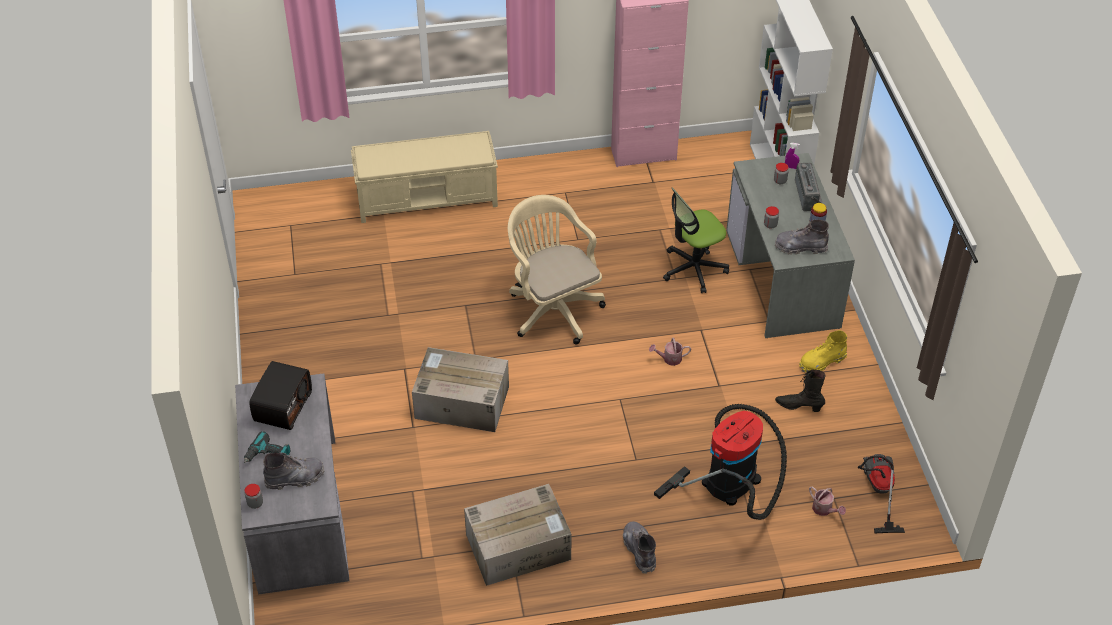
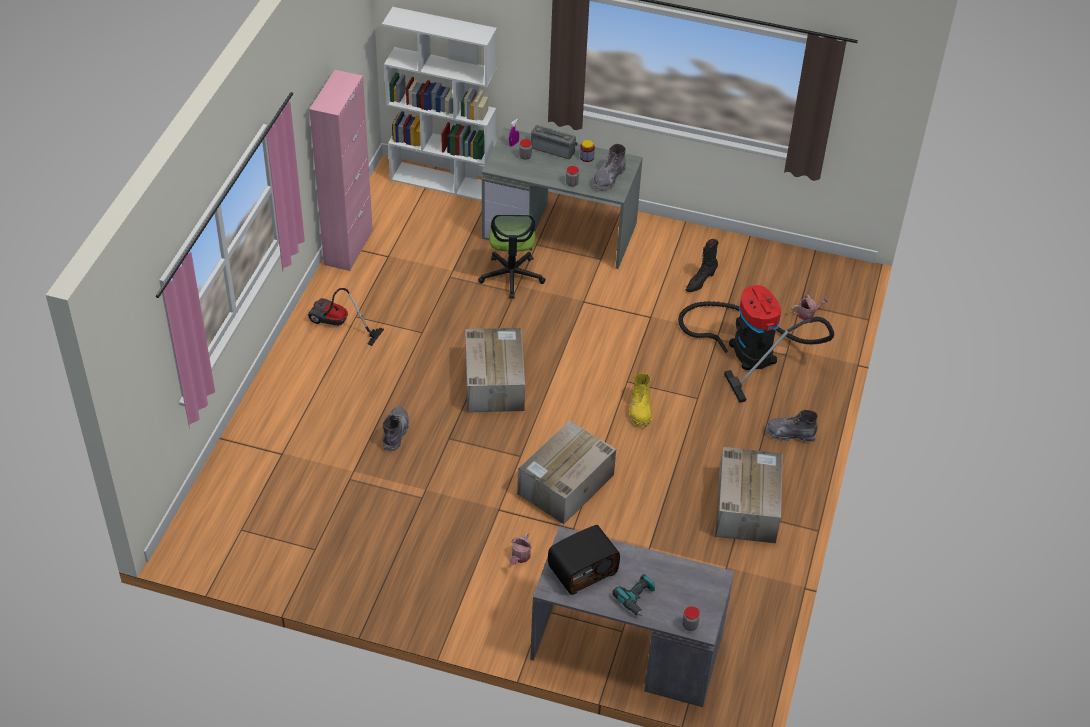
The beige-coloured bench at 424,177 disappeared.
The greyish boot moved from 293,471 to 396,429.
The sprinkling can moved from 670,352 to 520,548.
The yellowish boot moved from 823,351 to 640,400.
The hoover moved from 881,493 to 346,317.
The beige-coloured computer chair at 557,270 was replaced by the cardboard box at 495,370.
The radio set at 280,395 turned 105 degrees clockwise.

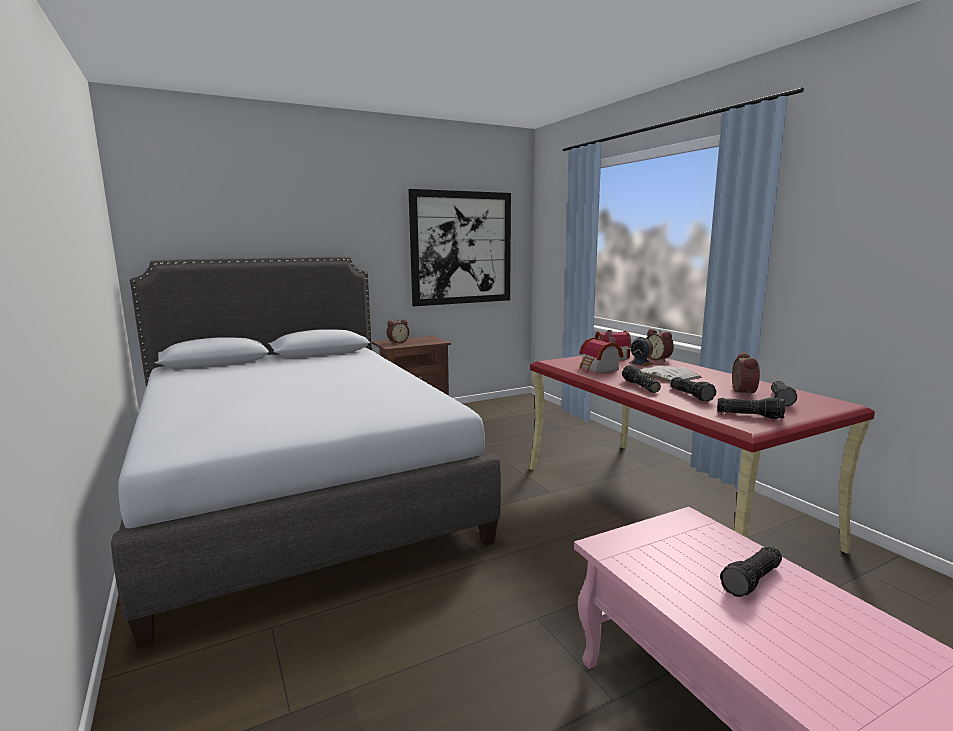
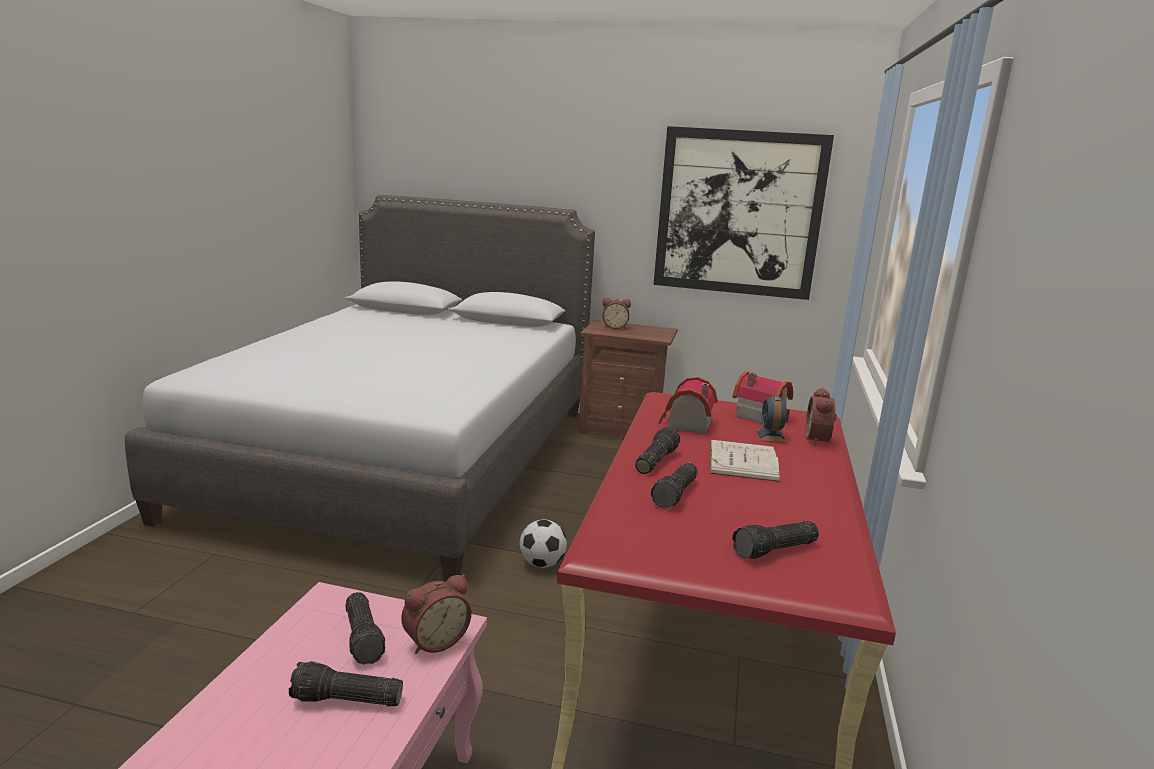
The football ball at 543,543 appeared.
The flashlight moved from 751,408 to 365,628.
The alarm clock moved from 746,374 to 436,614.

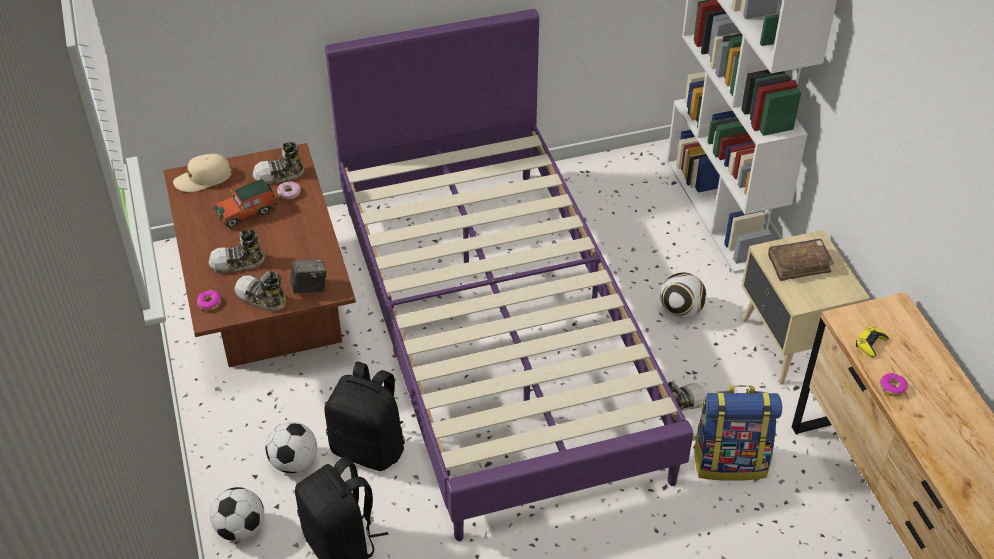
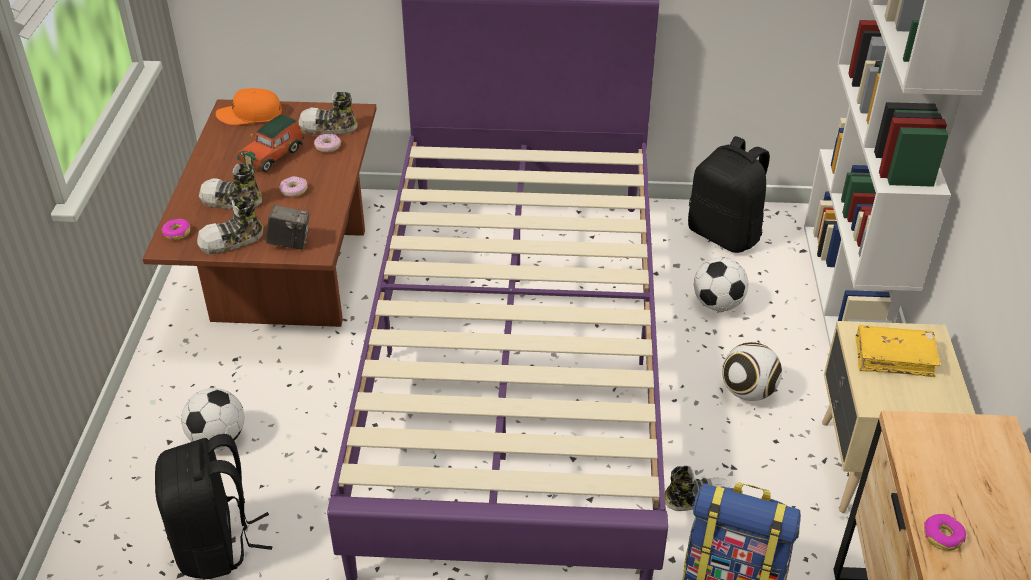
The yellowish gamepad at 872,342 disappeared.
The ring doughnut at 293,186 appeared.
The football ball moved from 237,514 to 721,284.
The blackish backpack moved from 364,416 to 729,194.
The beige-coloured cap at 202,173 became the orange-coloured cap at 249,106.
The brown-coloured volume at 801,260 became the yellowish volume at 898,351.
The model car at 245,203 turned 45 degrees counterclockwise.
The low shoe at 260,291 turned 75 degrees counterclockwise.

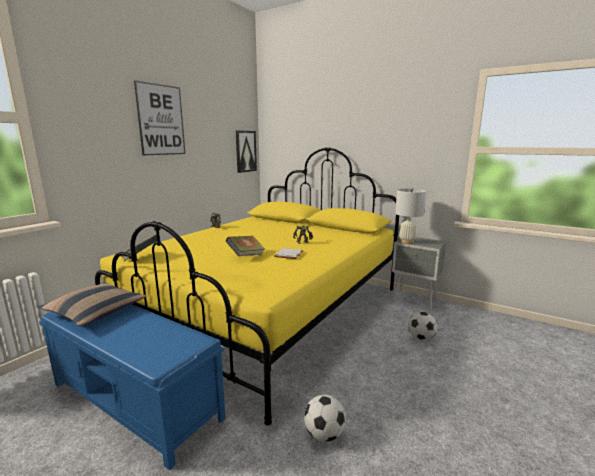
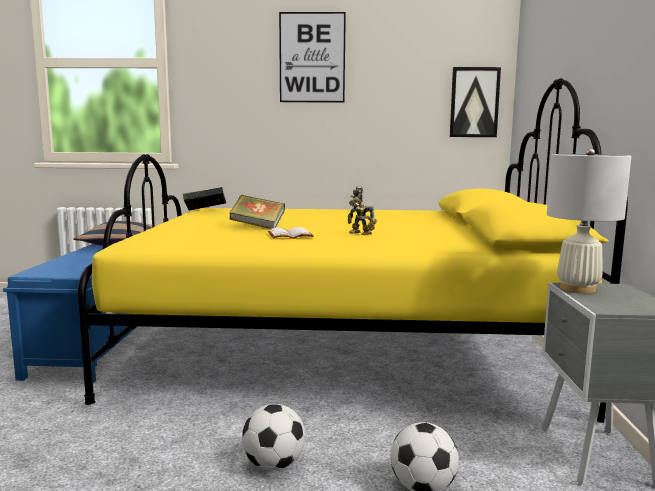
The football ball moved from 325,418 to 273,437.

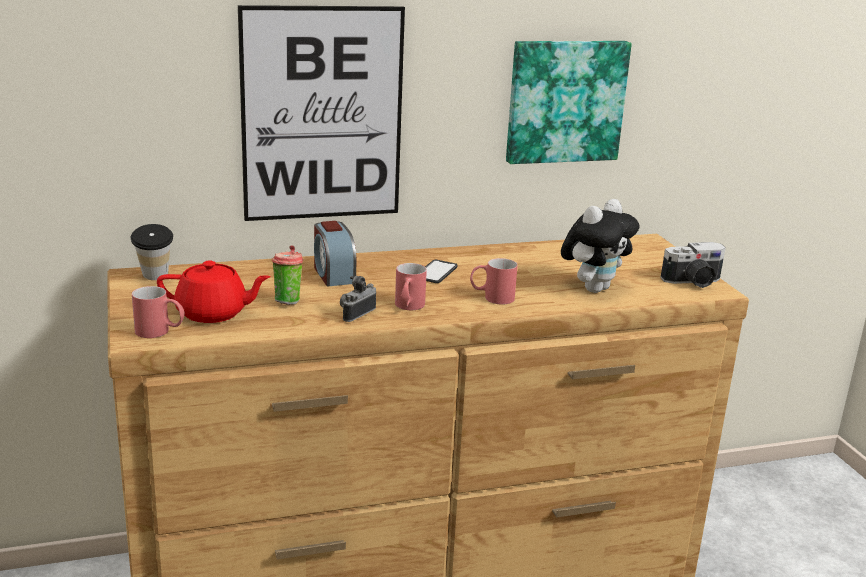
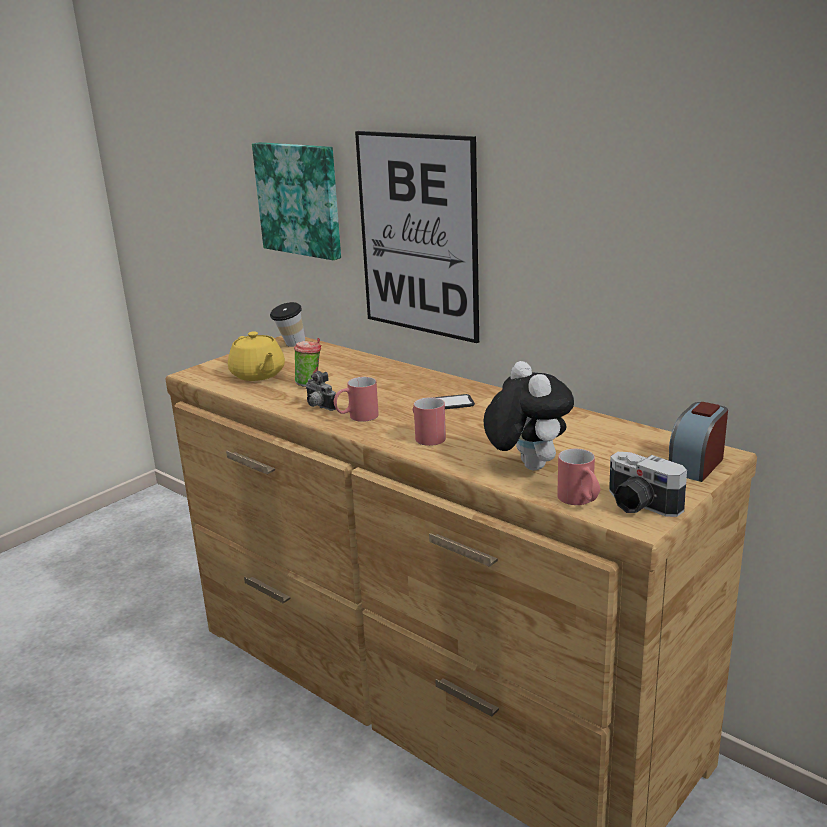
The reddish tea mug moved from 158,312 to 579,477.
The alarm clock moved from 335,254 to 698,442.
The wall art moved from 569,102 to 296,201.
The reddish pot for tea at 214,291 became the yellowish pot for tea at 256,356.
The still camera at 358,299 turned 135 degrees counterclockwise.
The cuddly toy at 600,246 turned 120 degrees counterclockwise.

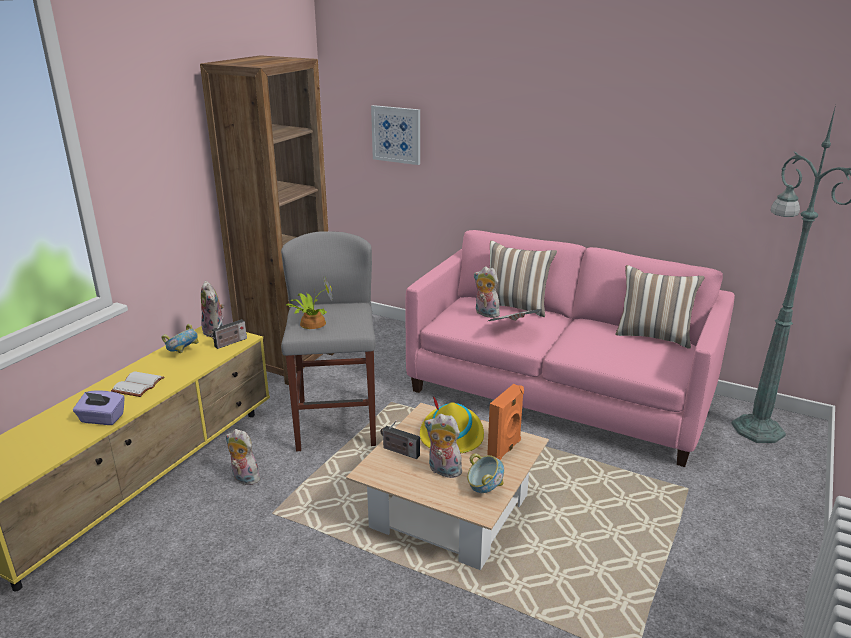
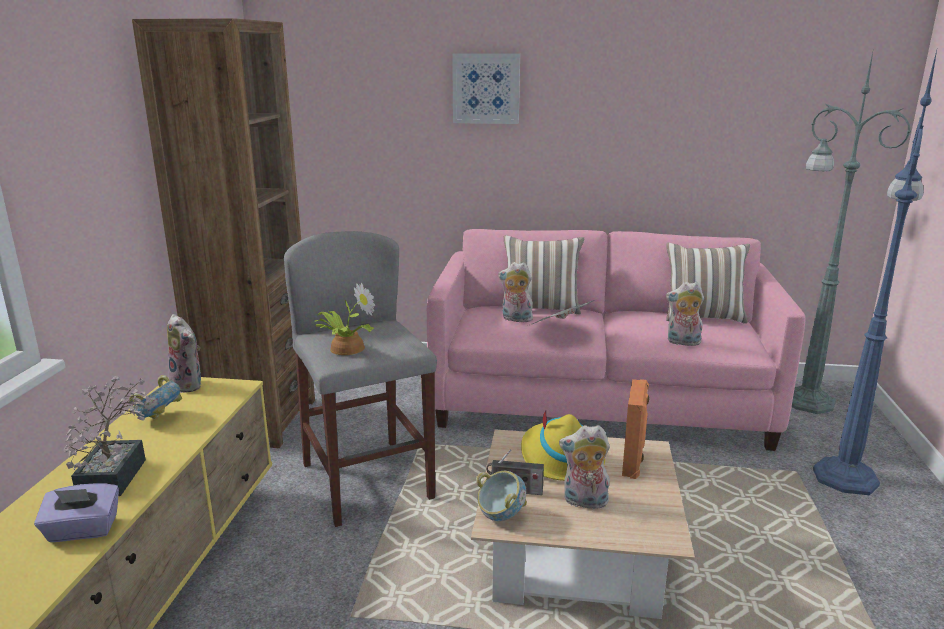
The radio set at 228,333 disappeared.
The blue-coloured floor lamp at 875,272 appeared.
The cuddly toy moved from 243,457 to 685,314.
The wall art moved from 395,135 to 486,88.
The bowl moved from 485,473 to 501,496.
The white-coloured volume at 138,384 was replaced by the potted plant at 107,436.

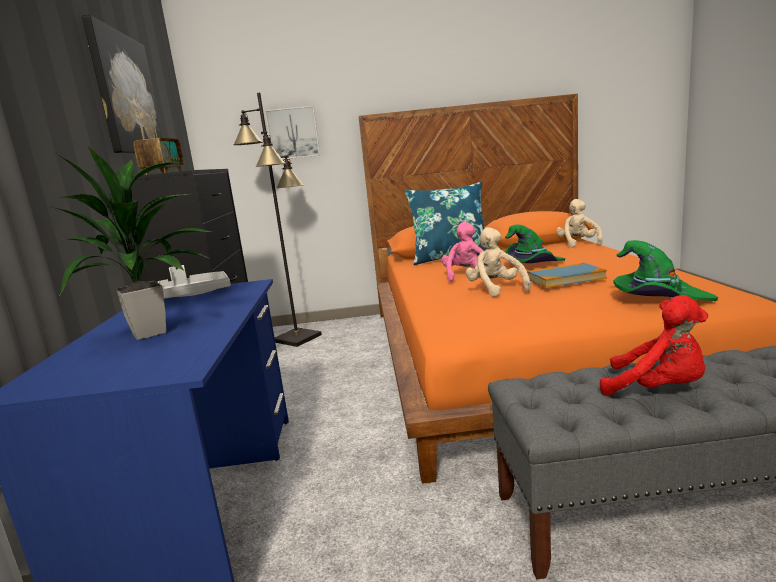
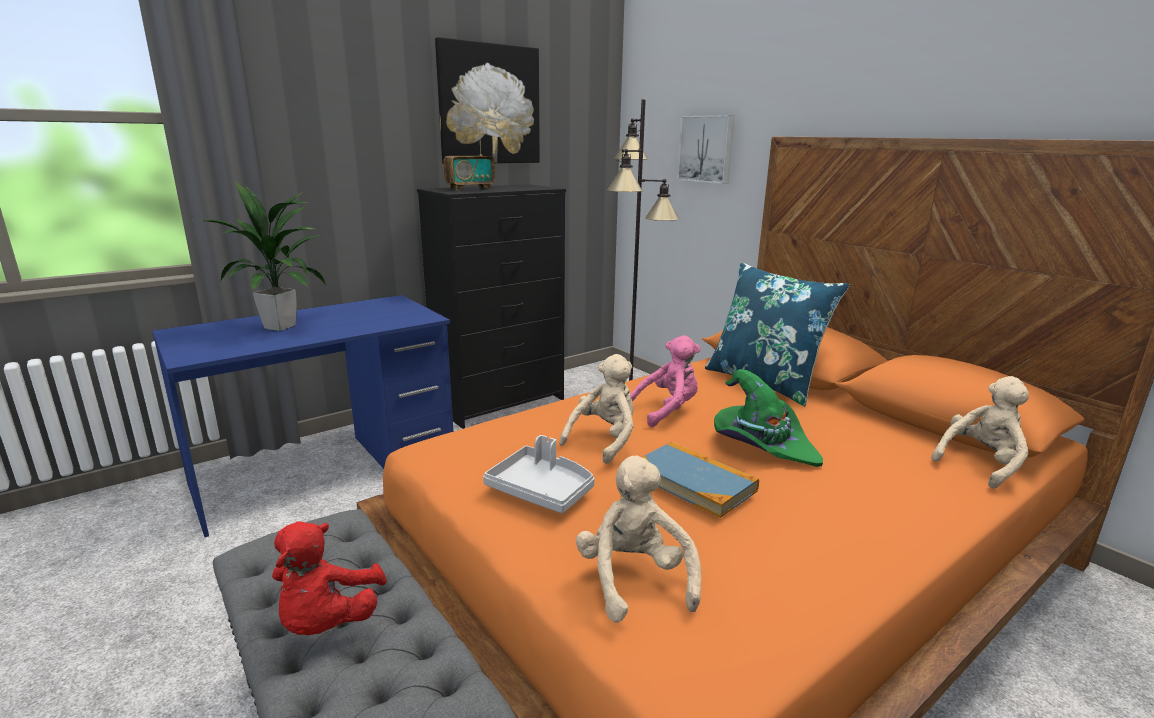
The greyish tray moved from 194,282 to 539,474.
The greenish wearable hat at 665,270 was replaced by the beige-coloured cuddly toy at 638,539.

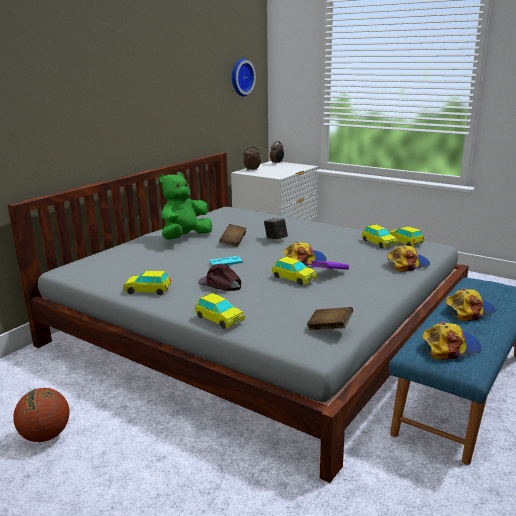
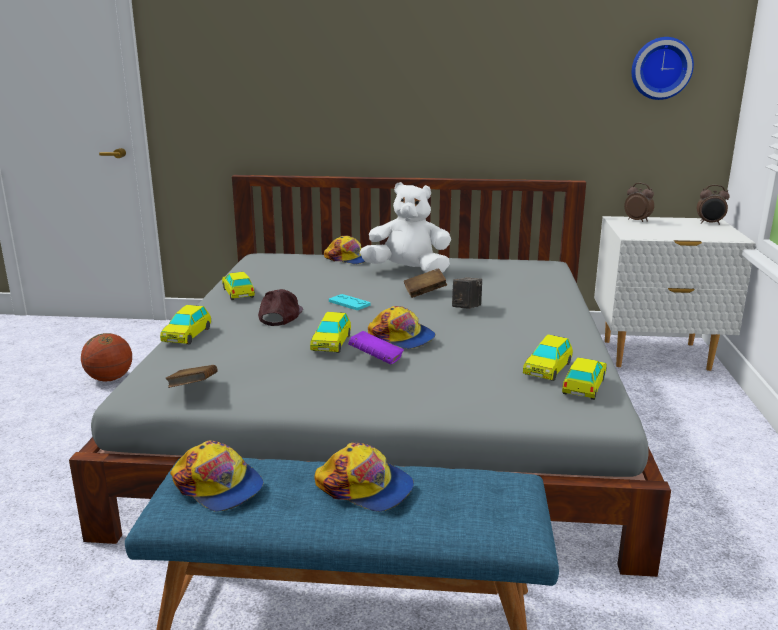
The cap moved from 408,258 to 344,250.
The greenish cuddly toy at 185,206 became the white-coloured cuddly toy at 405,227.

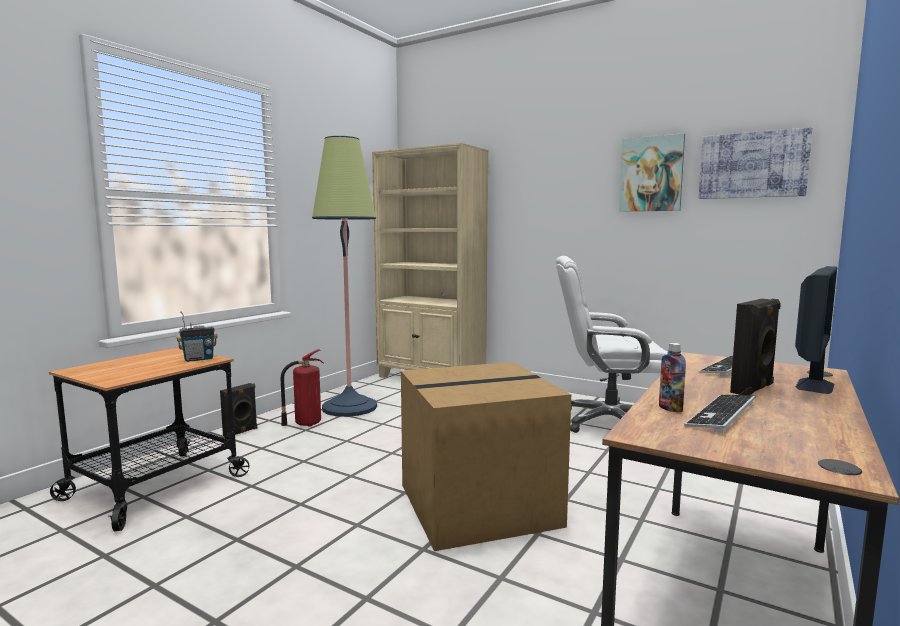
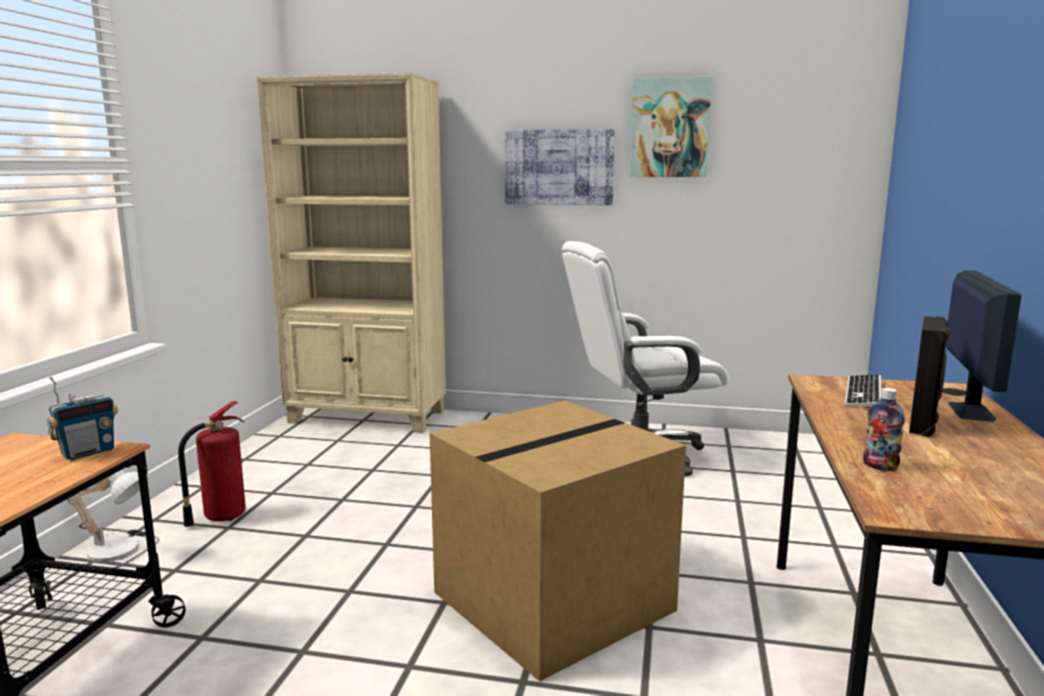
The floor lamp at 344,276 disappeared.
The computer keyboard at 720,414 disappeared.
The wall art moved from 755,163 to 560,167.
The blackish audio speaker at 238,409 was replaced by the tabletop lamp at 113,518.

